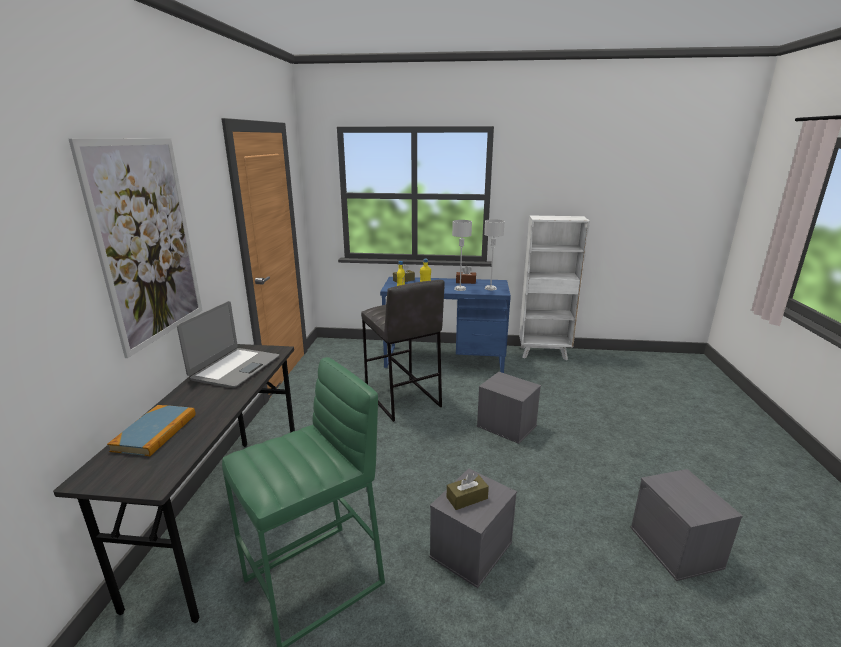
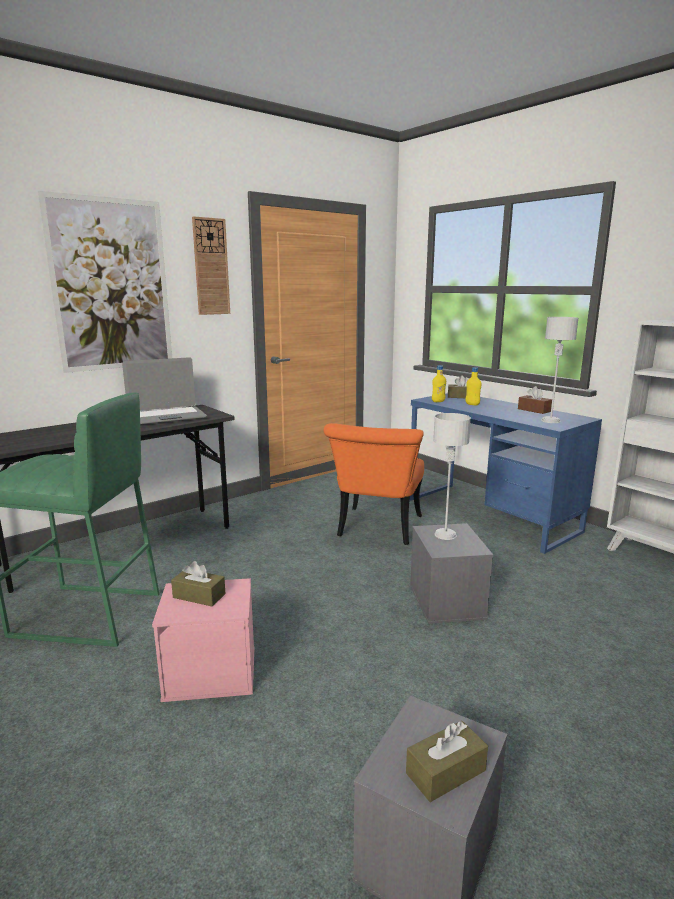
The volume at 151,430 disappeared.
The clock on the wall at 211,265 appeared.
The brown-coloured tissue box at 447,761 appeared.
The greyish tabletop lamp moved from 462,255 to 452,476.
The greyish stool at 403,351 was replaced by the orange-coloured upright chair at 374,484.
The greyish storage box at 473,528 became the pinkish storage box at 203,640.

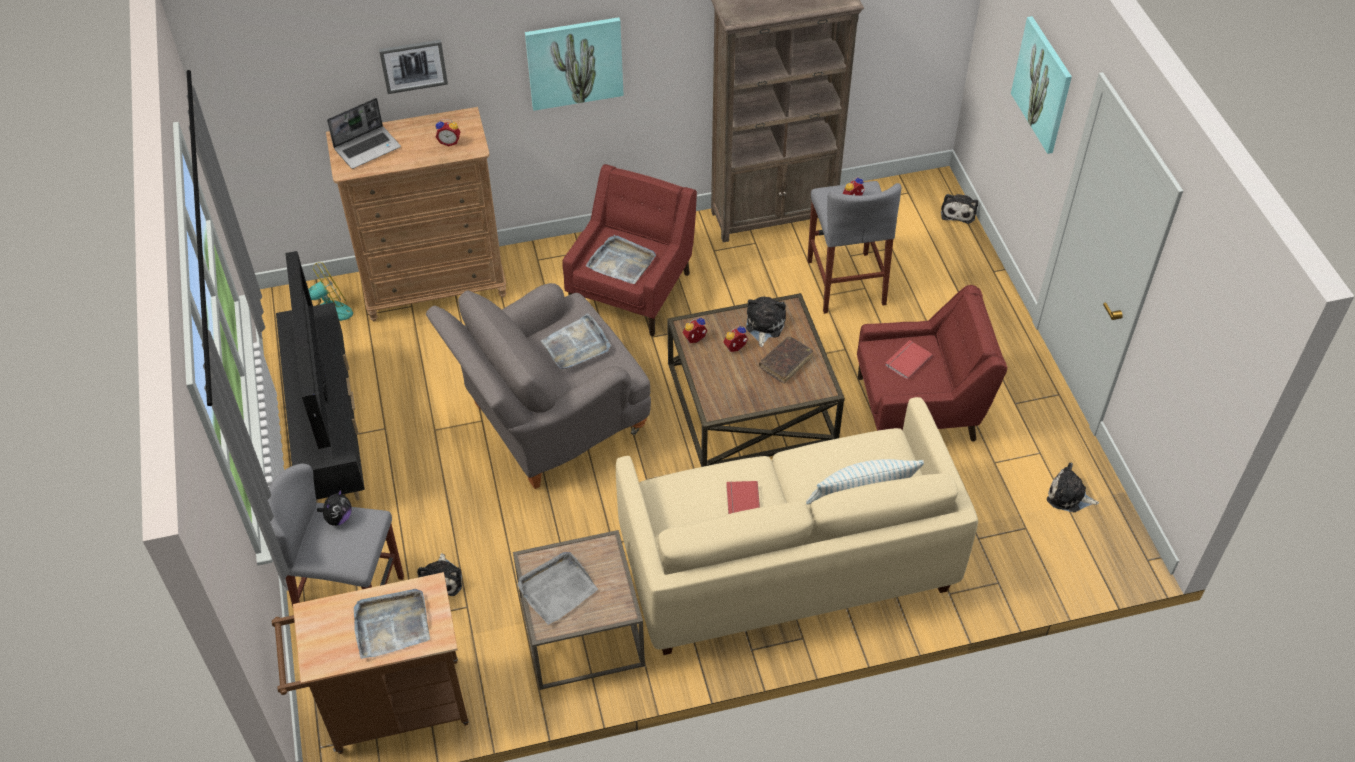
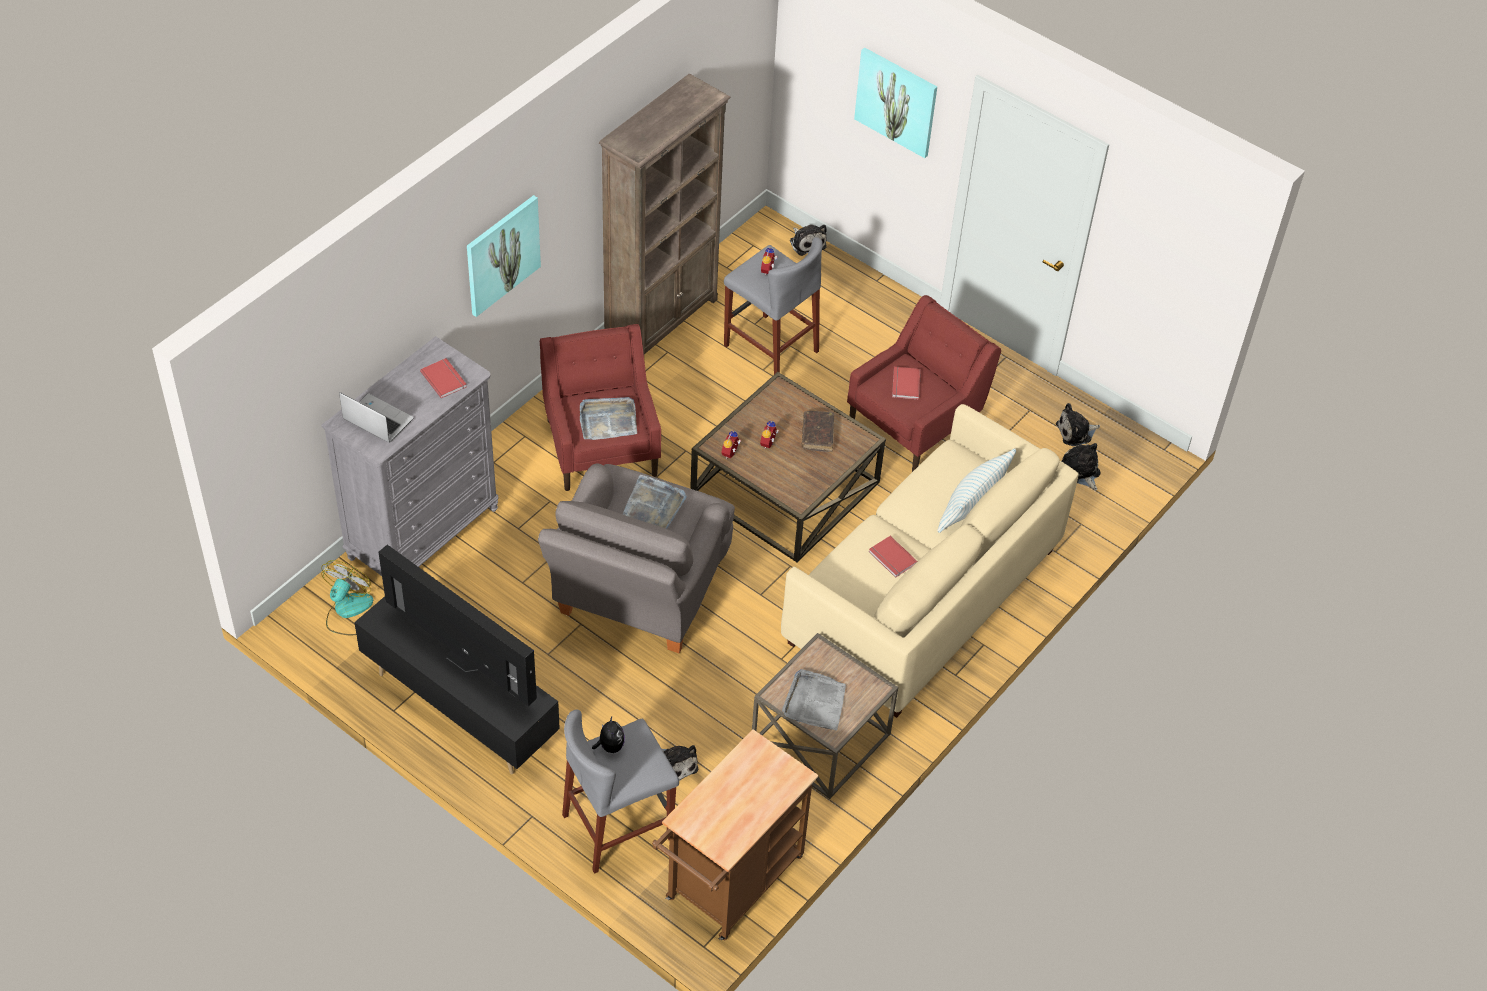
The greyish tray at 392,624 disappeared.
The wall art at 413,67 disappeared.
The cuddly toy moved from 766,321 to 1081,466.
The alarm clock at 448,132 was replaced by the reddish volume at 443,378.
The brown-coloured drawer chest at 416,214 became the greyish drawer chest at 410,456.
The notebook computer at 364,133 turned 75 degrees counterclockwise.

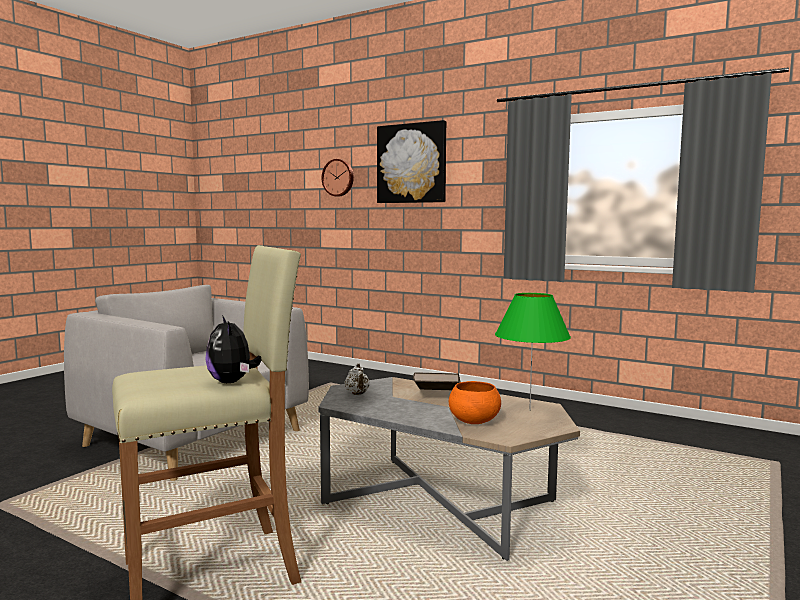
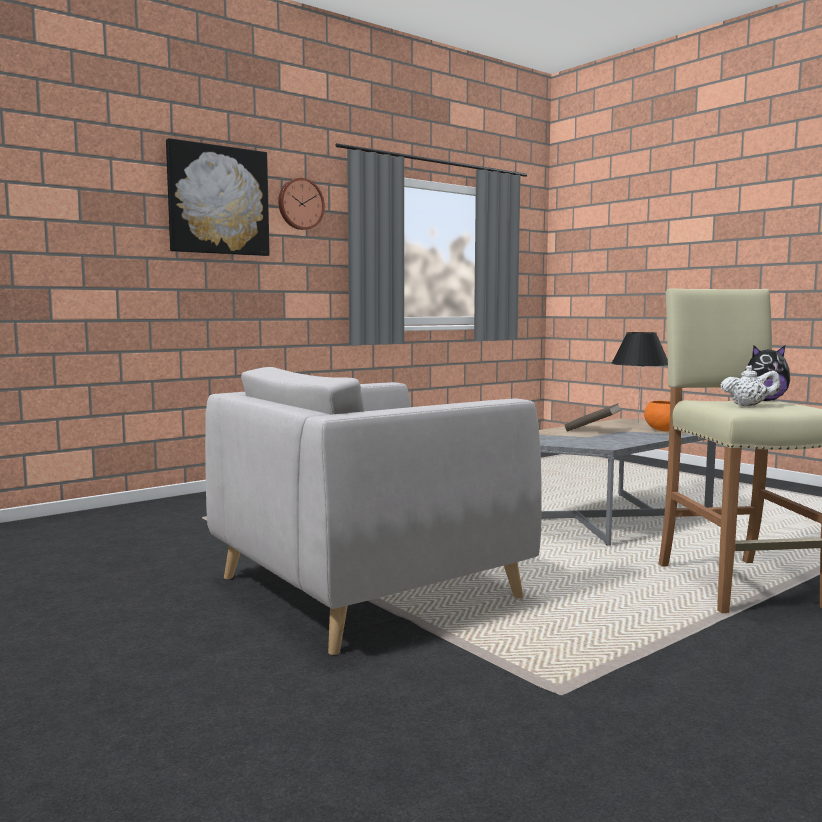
The clock on the wall moved from 338,178 to 301,204.
The white-coloured pot for tea moved from 357,379 to 751,385.
The greenish tabletop lamp at 533,352 became the blackish tabletop lamp at 639,376.

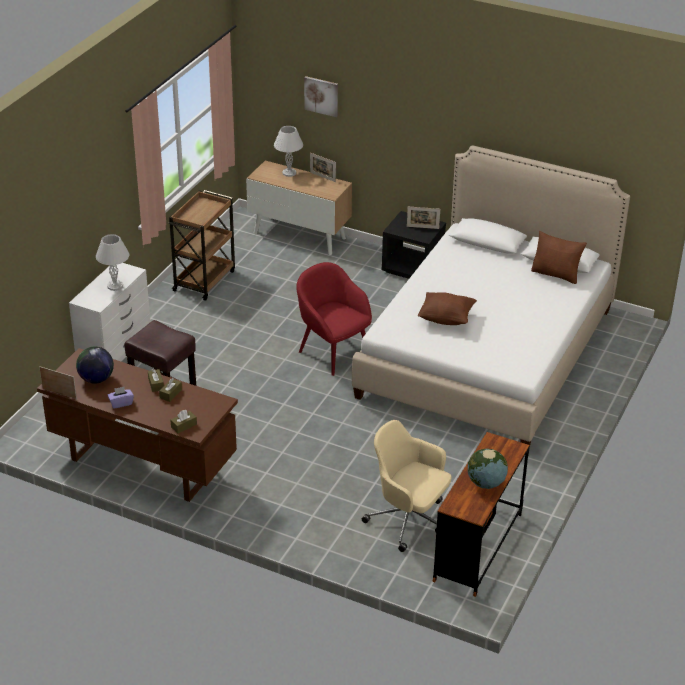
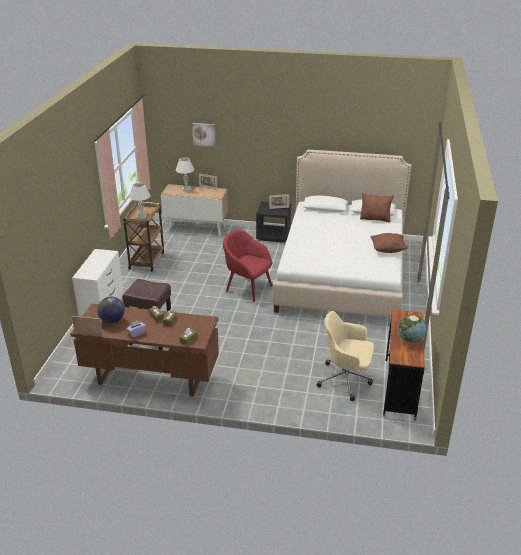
The white-coloured tabletop lamp moved from 113,262 to 139,200.
The brown-coloured throw pillow moved from 447,308 to 389,243.

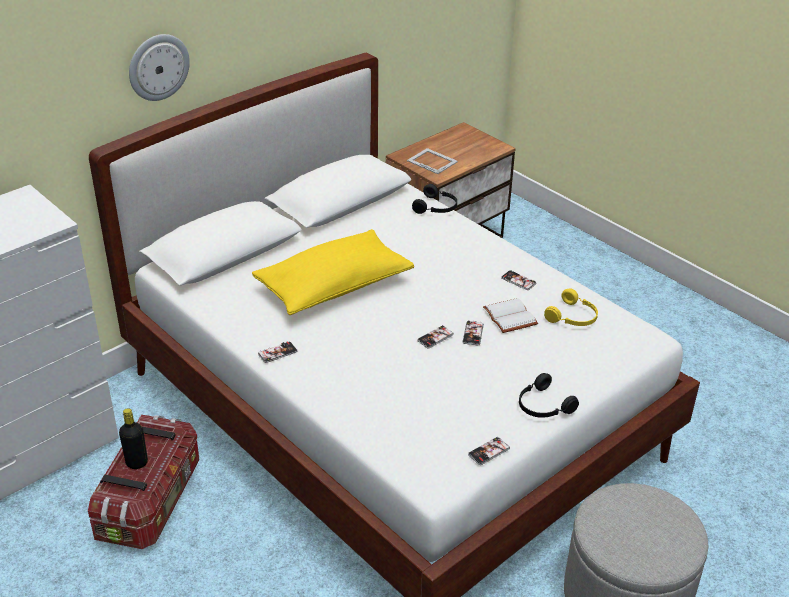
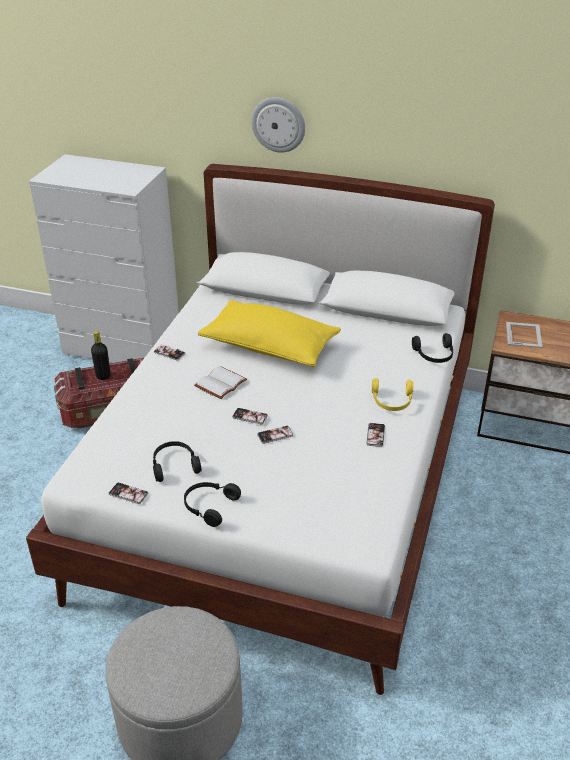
The blackish headphones at 177,461 appeared.
The white-coloured volume moved from 510,315 to 220,382.
The yellowish headphones moved from 571,307 to 392,394.

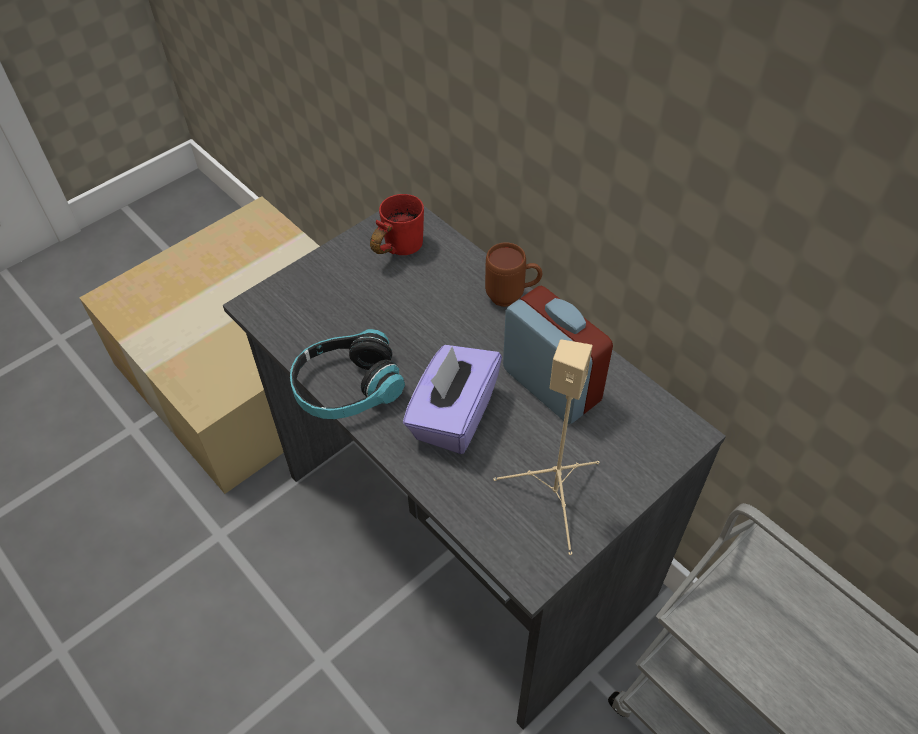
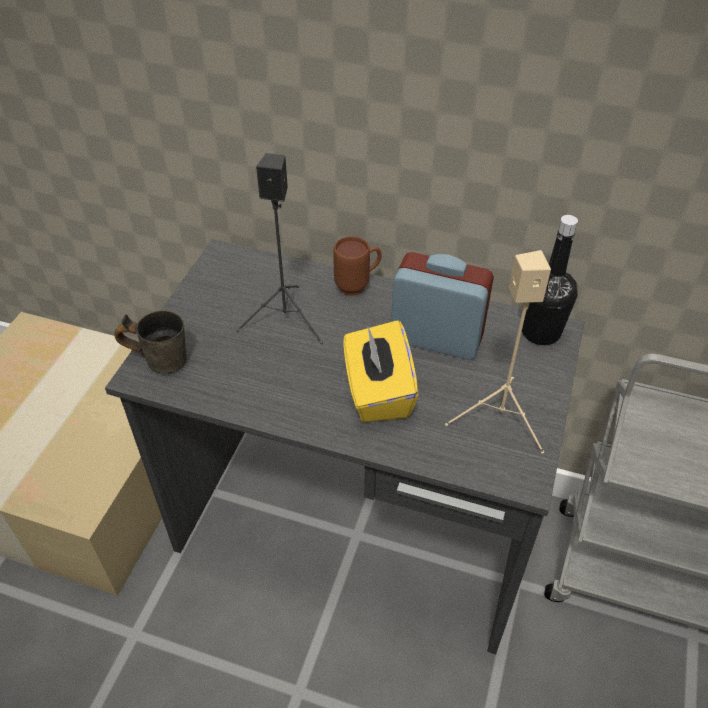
The headphones at 347,374 disappeared.
The reddish tea mug at 397,224 disappeared.
The greyish tea mug at 150,341 appeared.
The blackish audio speaker at 279,248 appeared.
The blackish beverage bottle at 550,280 appeared.
The purple-coloured tissue box at 452,399 became the yellowish tissue box at 380,371.

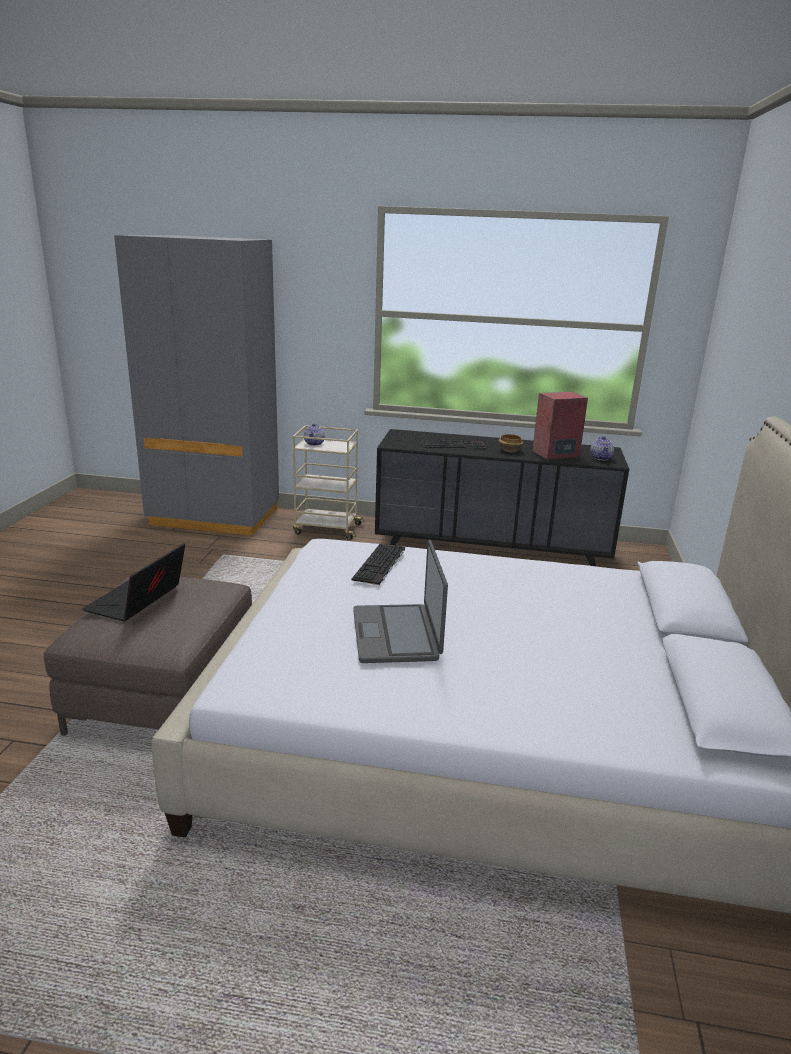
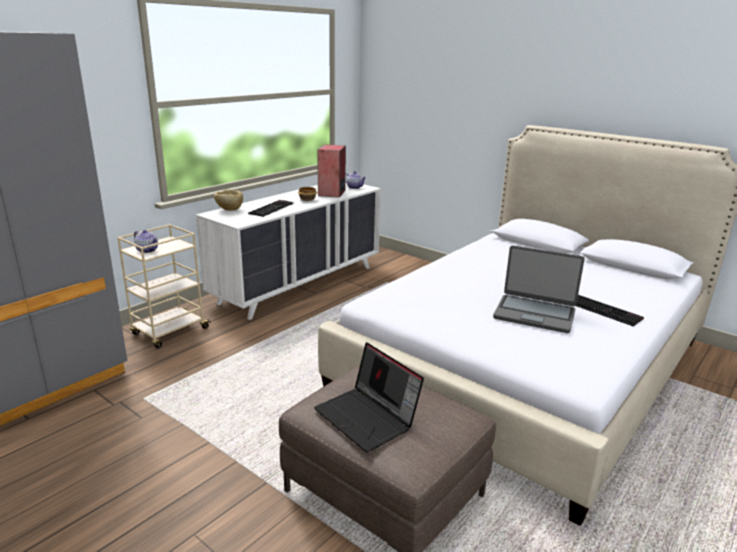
The beige-coloured bowl at 228,200 appeared.
The computer keyboard moved from 378,564 to 610,311.
The blackish drawer chest at 502,497 became the white-coloured drawer chest at 288,250.

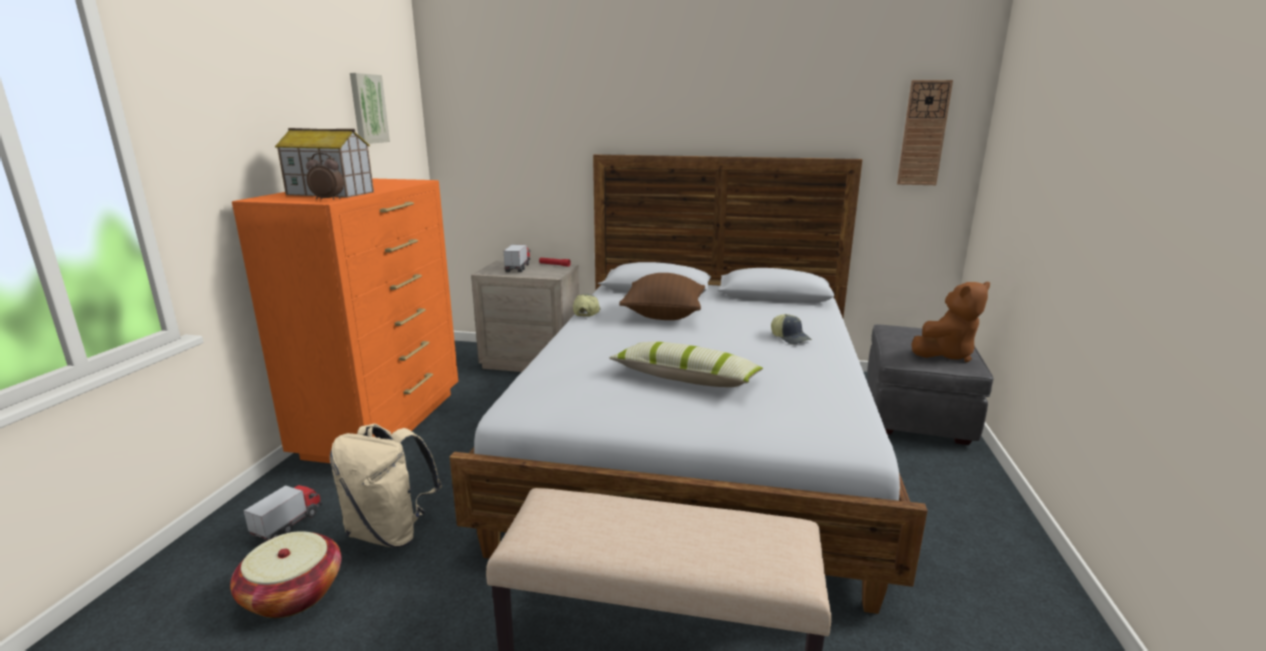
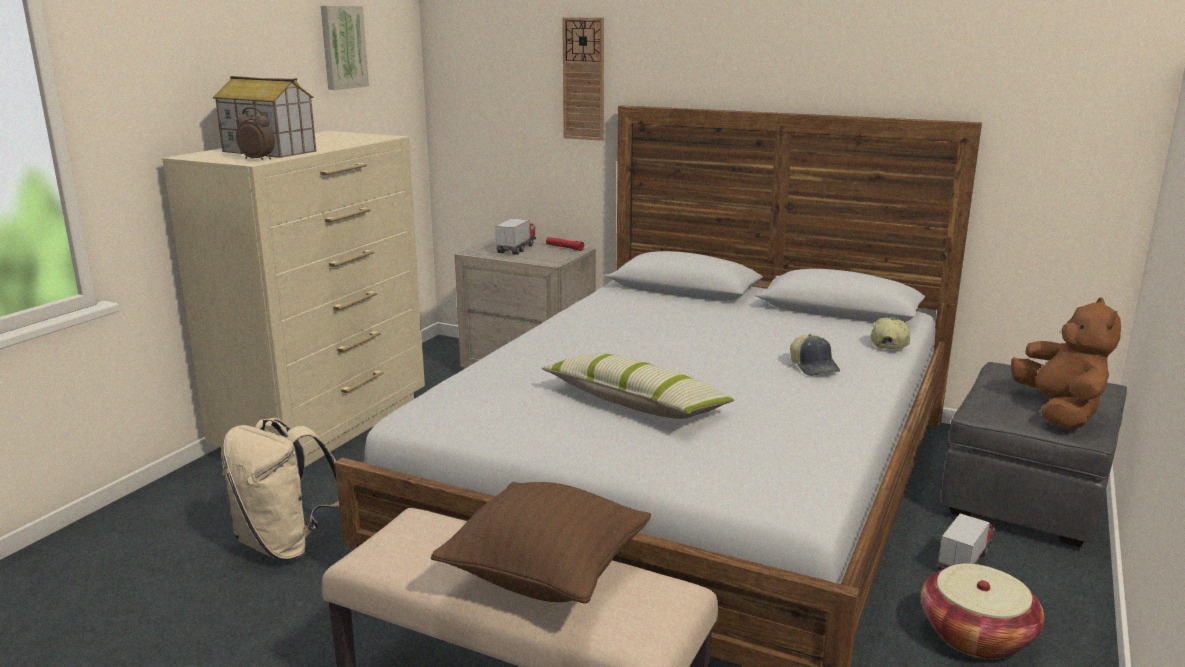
The household basket moved from 285,574 to 982,611.
The toy lorry moved from 283,513 to 966,541.
The cap moved from 586,305 to 890,333.
The brown-coloured throw pillow moved from 662,296 to 541,543.
The clock on the wall moved from 925,132 to 583,79.
The orange-coloured drawer chest at 345,321 became the beige-coloured drawer chest at 293,299.
The brown-coloured cuddly toy at 951,322 turned 75 degrees counterclockwise.

